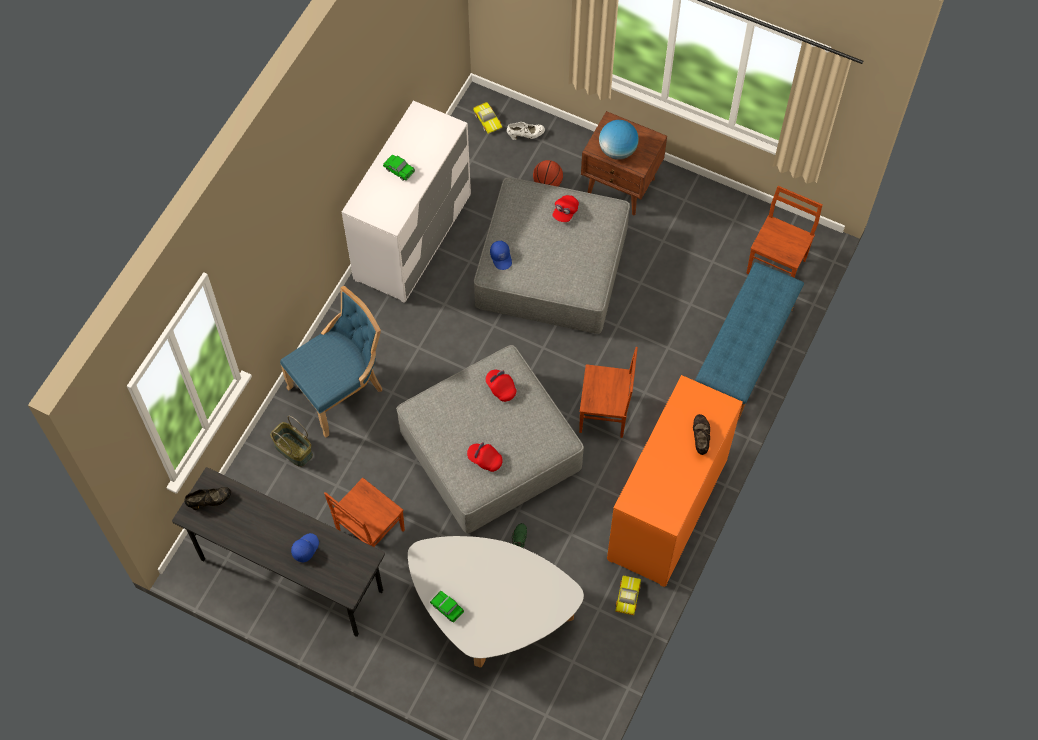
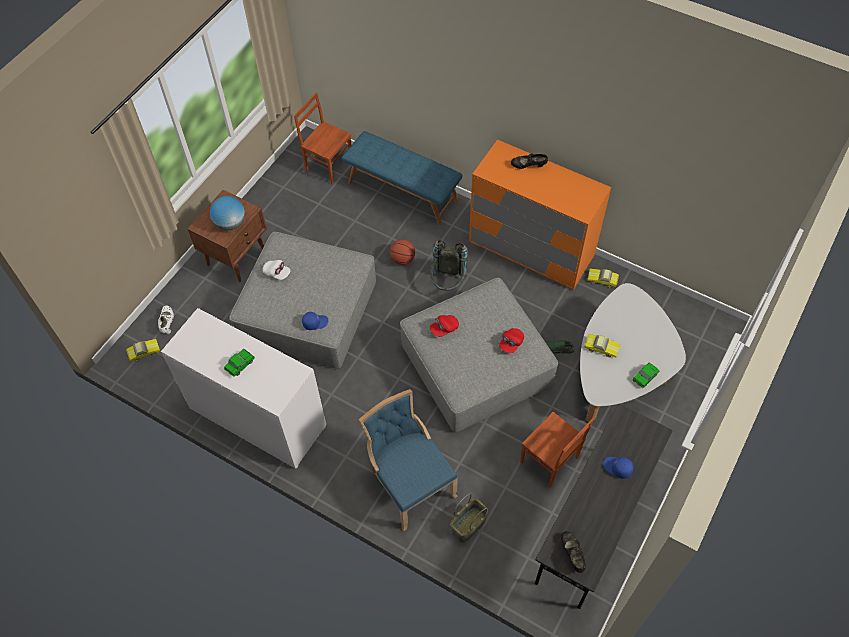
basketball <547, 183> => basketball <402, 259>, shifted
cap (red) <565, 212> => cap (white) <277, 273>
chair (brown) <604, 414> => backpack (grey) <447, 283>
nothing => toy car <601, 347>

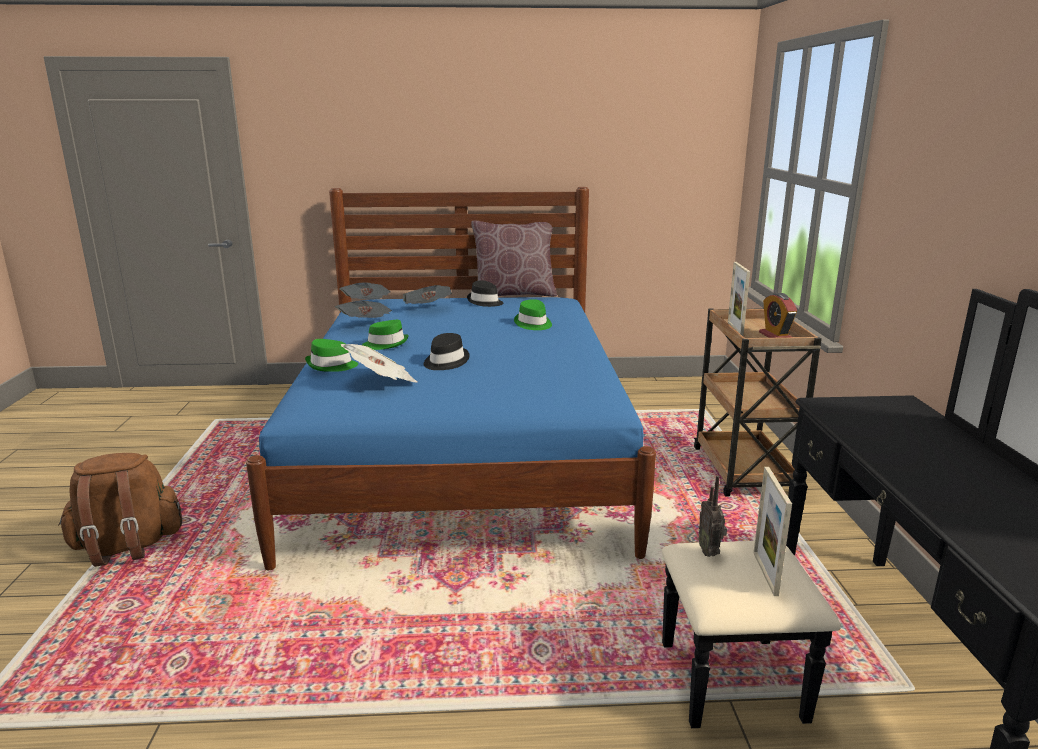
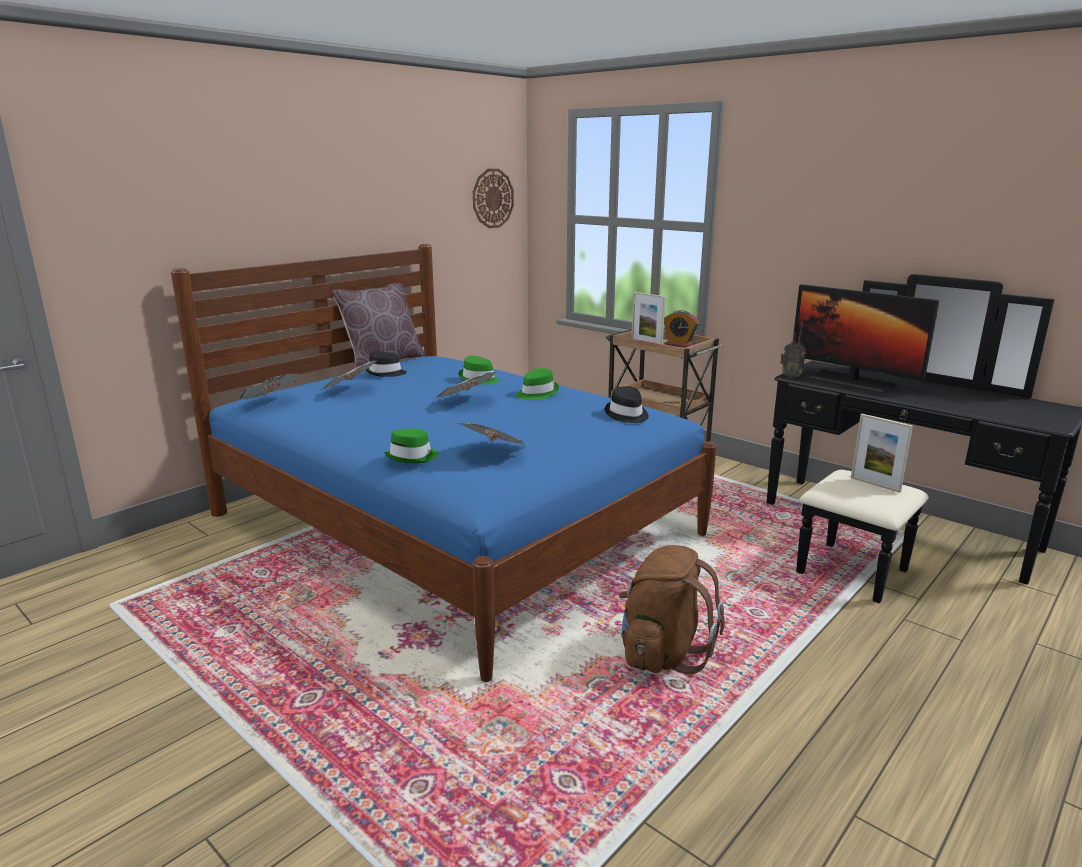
backpack (brown) <127, 547> => backpack (brown) <662, 653>, shifted
newspaper <366, 324> => newspaper <465, 401>, shifted
hat (green) <386, 344> => hat (green) <536, 393>, shifted
hat (black) <445, 362> => hat (black) <626, 414>, shifted
radio <710, 552> => radio <791, 376>, shifted
nothing => wall clock <492, 198>
nothing => monitor <852, 381>

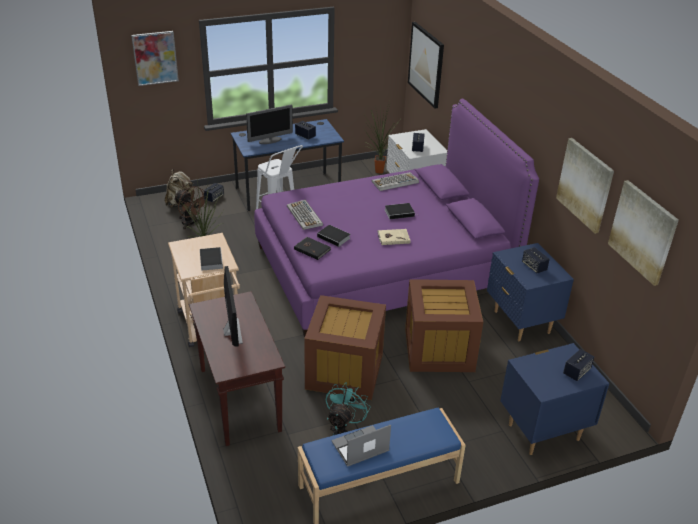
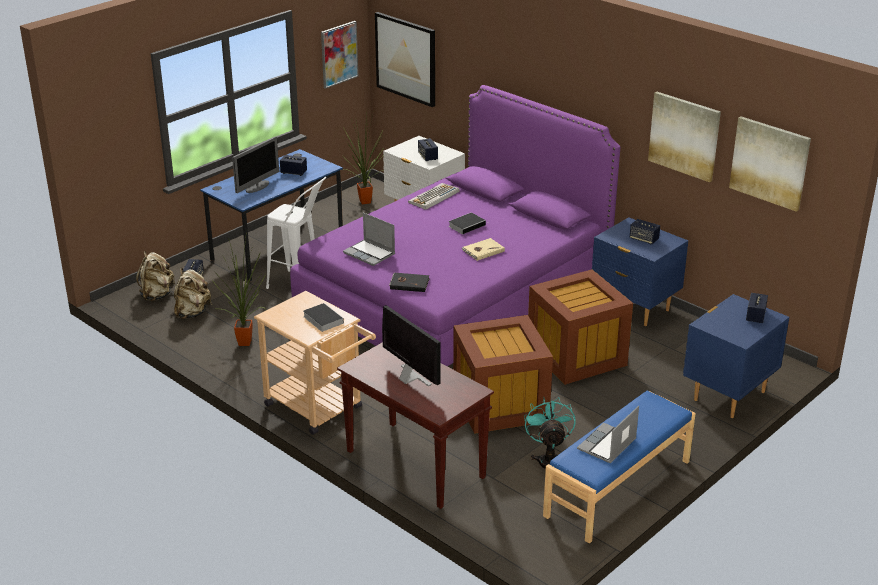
picture <155, 58> => picture <339, 54>, shifted
fan (brown) <191, 224> => backpack (beige) <192, 313>
keyboard <305, 216> => laptop <370, 254>
book <334, 238> => nothing

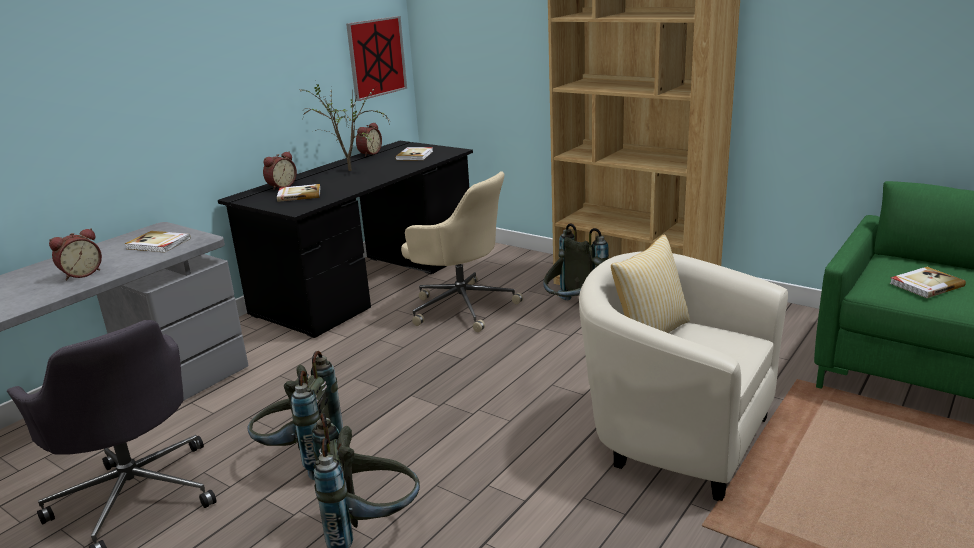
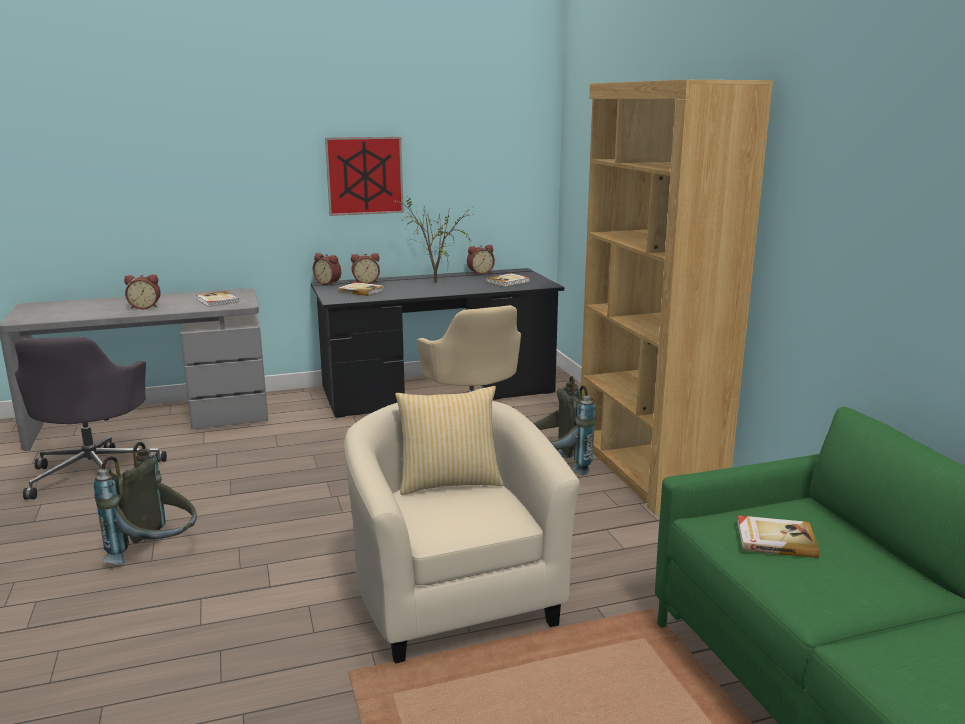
backpack (grey) <300, 460> => nothing
picture <376, 57> => picture <364, 176>, shifted
nothing => alarm clock <328, 283>

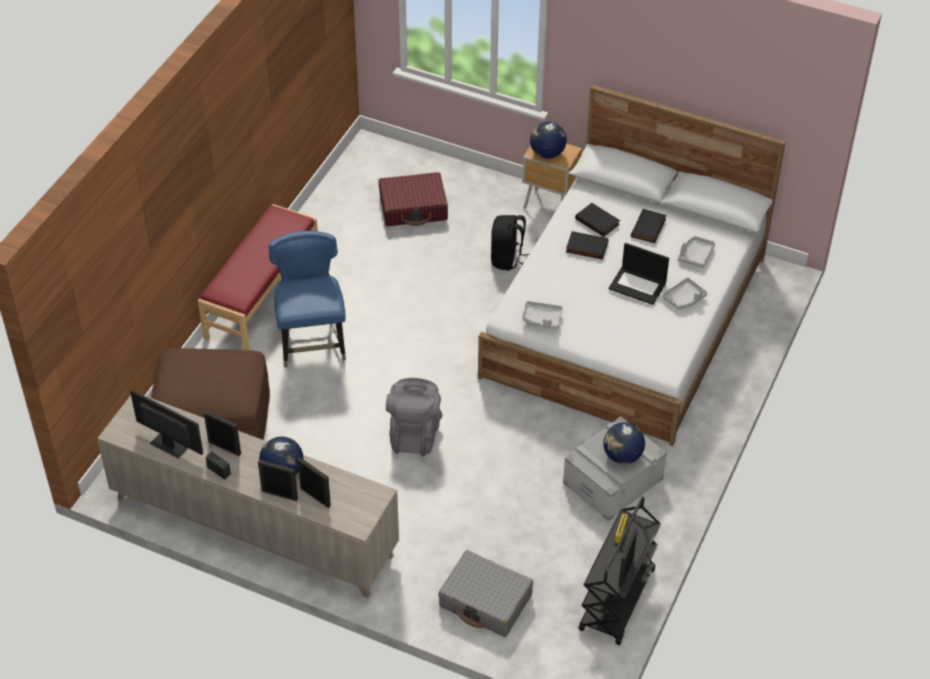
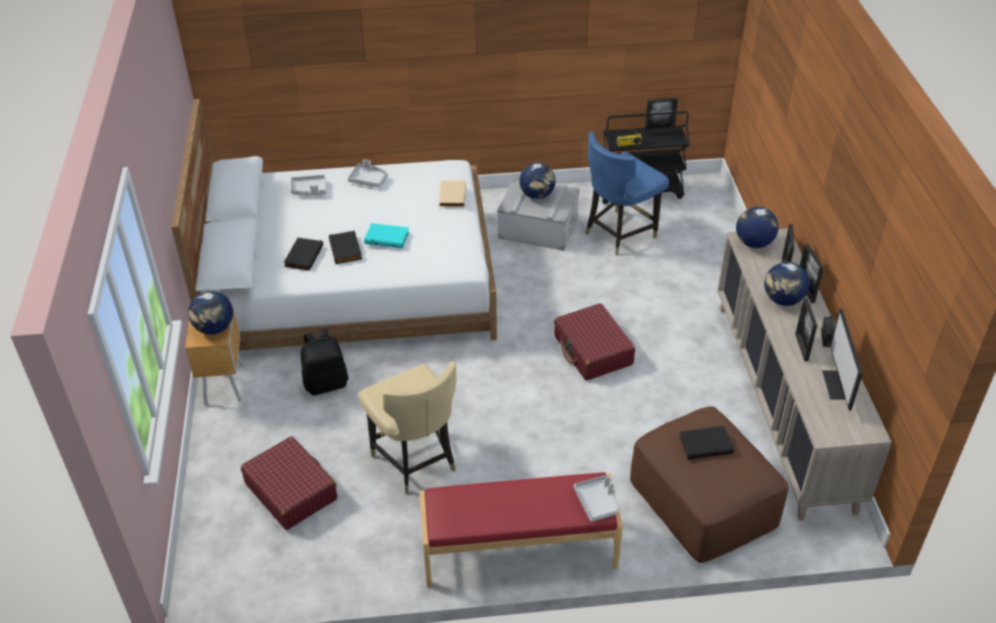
chair (blue) <312, 344> => chair (blue) <619, 233>, shifted
backpack (grey) <414, 434> => suitcase (red) <593, 351>
suitcase (grey) <486, 601> => nothing
tray (grey) <542, 319> => tray (grey) <597, 502>, shifted
laptop <638, 285> => nothing
book (black) <649, 228> => book (black) <705, 444>, shifted
nothing => chair (beige) <415, 460>
nothing => book (turquoise) <387, 237>
nothing => book (beige) <451, 196>
nothing => globe <753, 243>

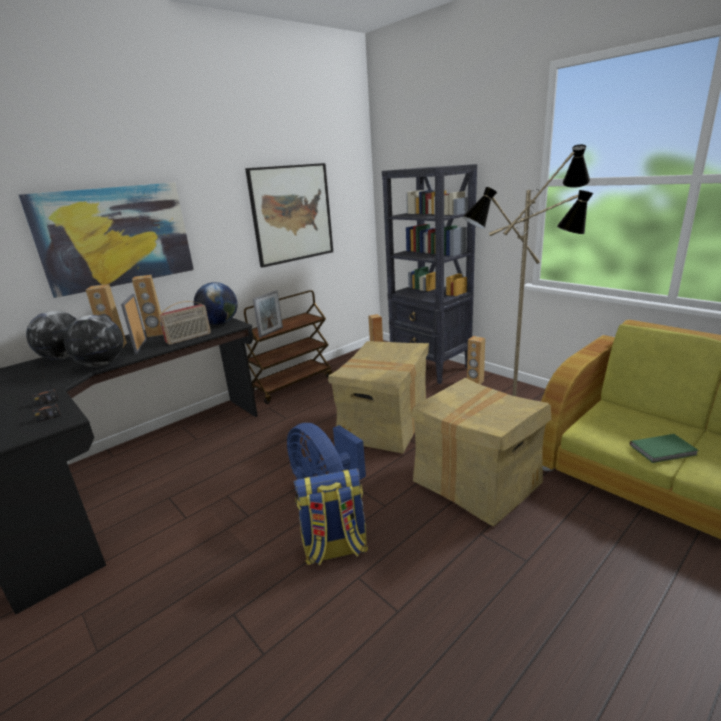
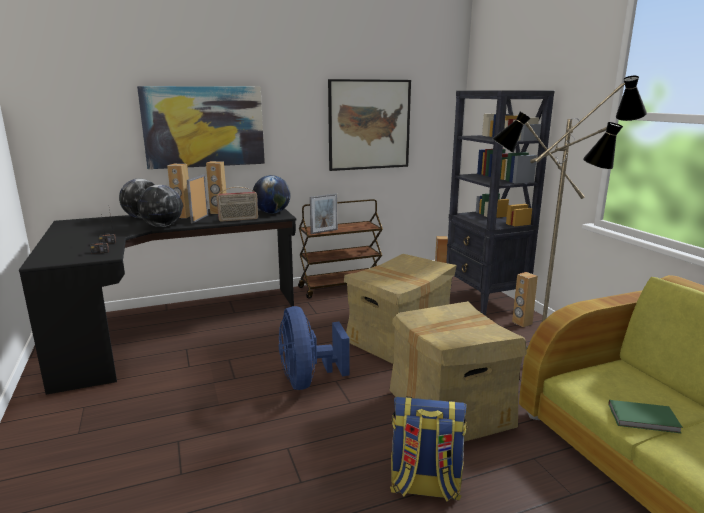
backpack <335, 549> => backpack <424, 486>, shifted

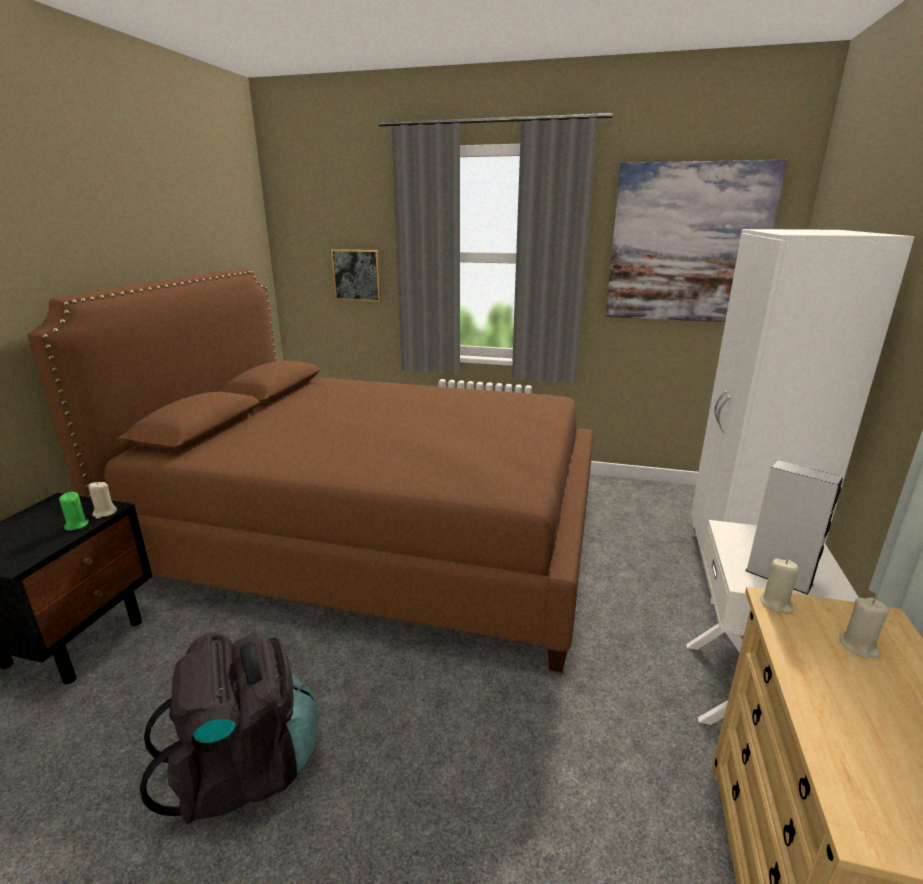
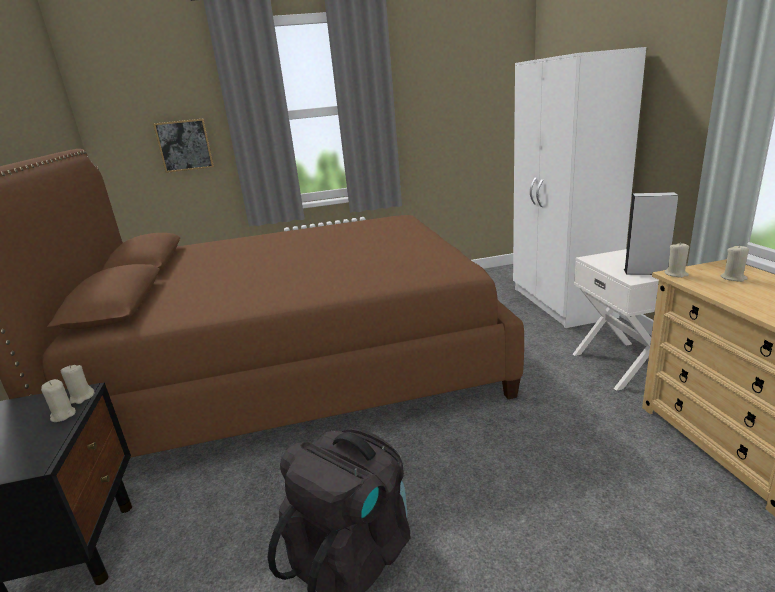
candle (green) <76, 525> => candle (beige) <63, 415>
picture <688, 244> => nothing

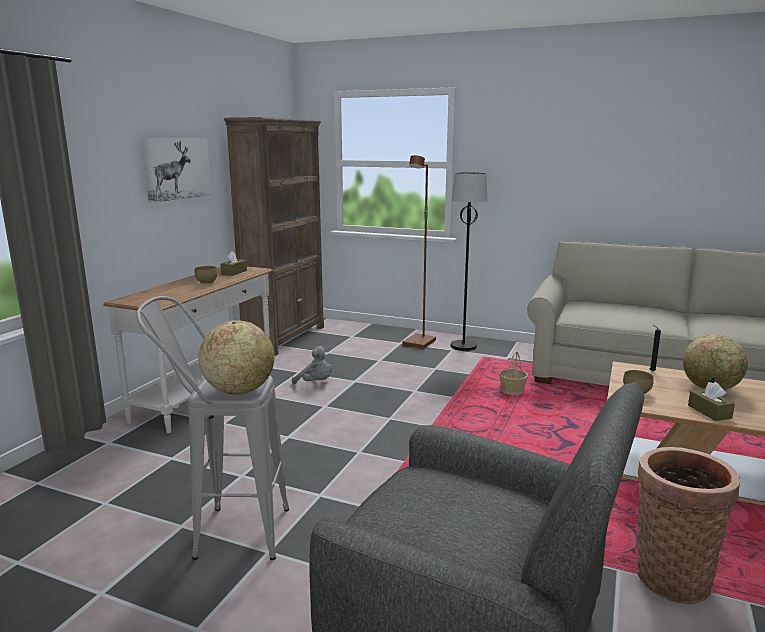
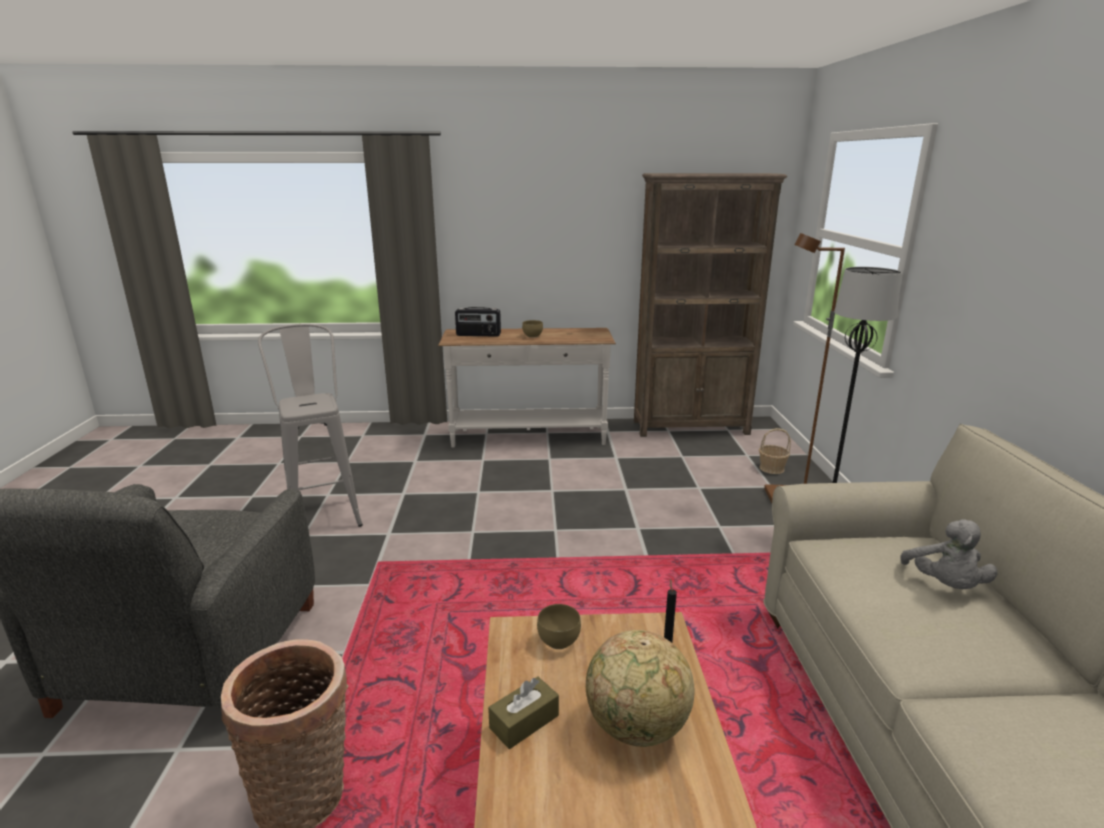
picture <176, 168> => nothing
globe <239, 391> => nothing
tissue box (brown) <234, 272> => nothing
plush toy (grey) <315, 383> => plush toy (grey) <944, 585>, shifted
basket <512, 391> => basket <771, 468>, shifted
nothing => radio <478, 335>

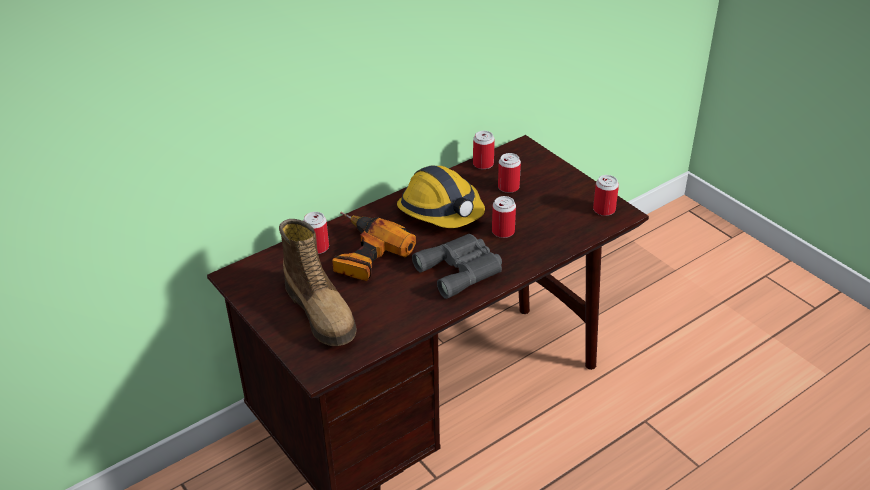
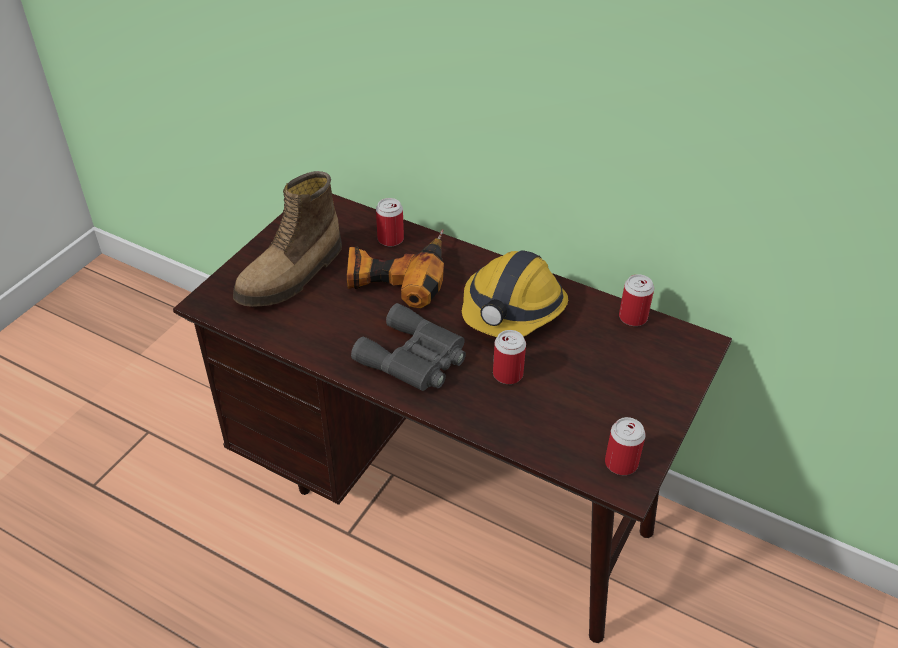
can <508, 187> => nothing

